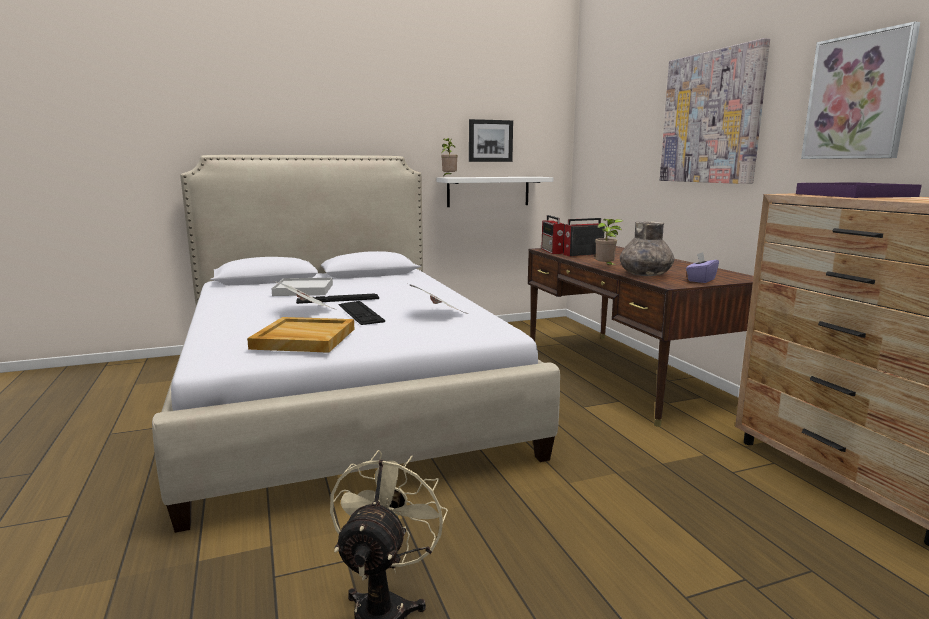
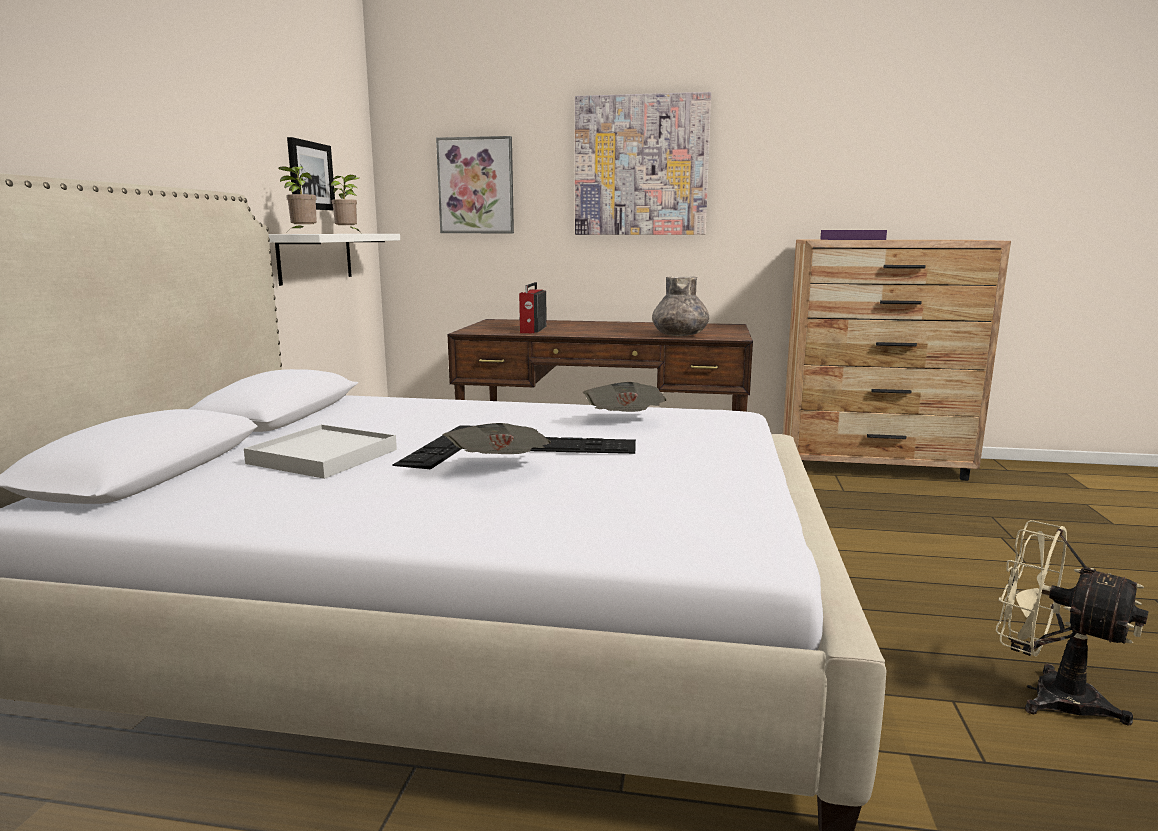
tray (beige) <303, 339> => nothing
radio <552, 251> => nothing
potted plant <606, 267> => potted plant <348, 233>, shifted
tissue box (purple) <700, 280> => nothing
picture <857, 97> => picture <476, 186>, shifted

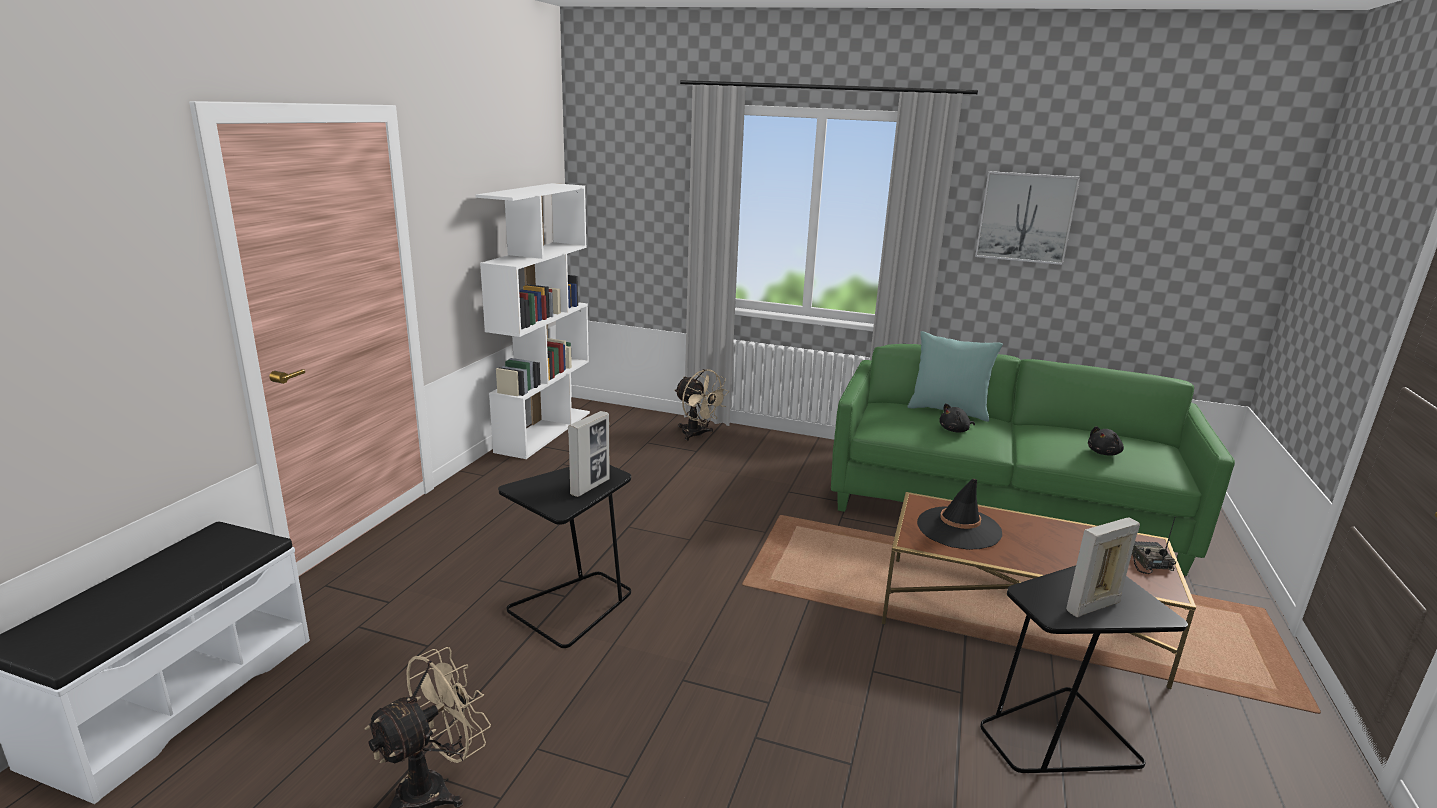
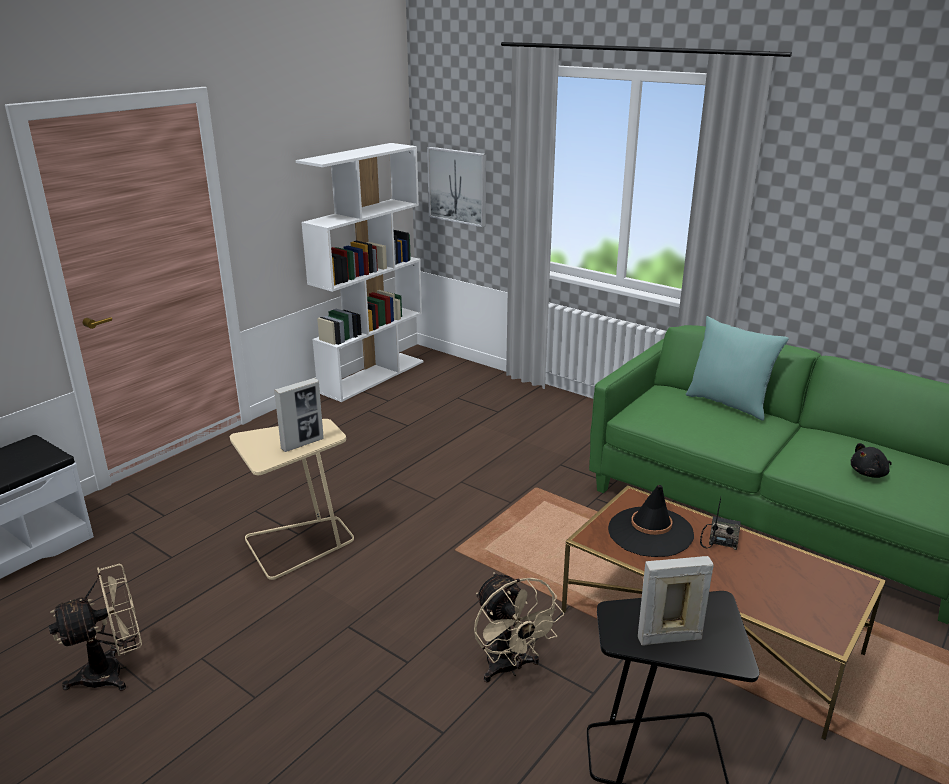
side table (black) <573, 606> => side table (beige) <299, 544>
fan (beige) <697, 435> => fan (beige) <509, 668>, shifted
plush toy (black) <955, 430> => nothing
picture <1025, 217> => picture <457, 186>, shifted
radio <1147, 562> => radio <720, 538>, shifted

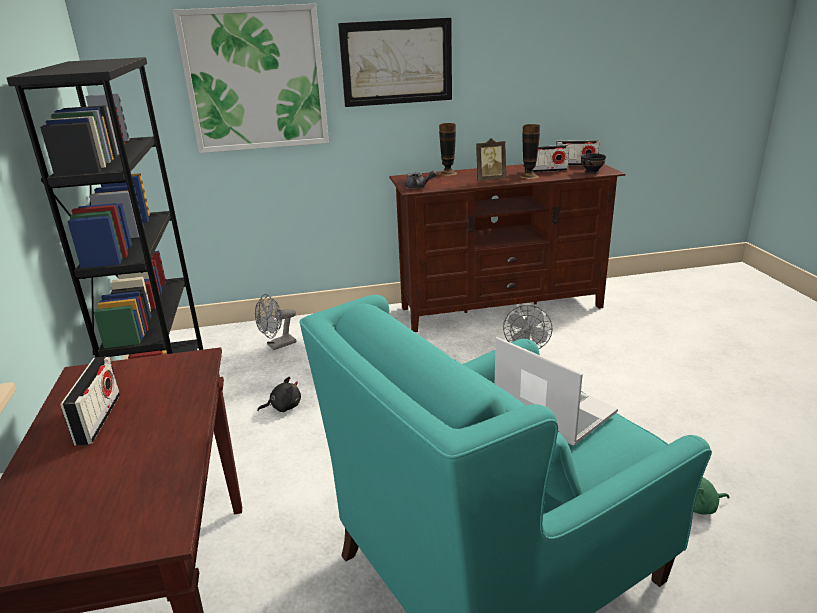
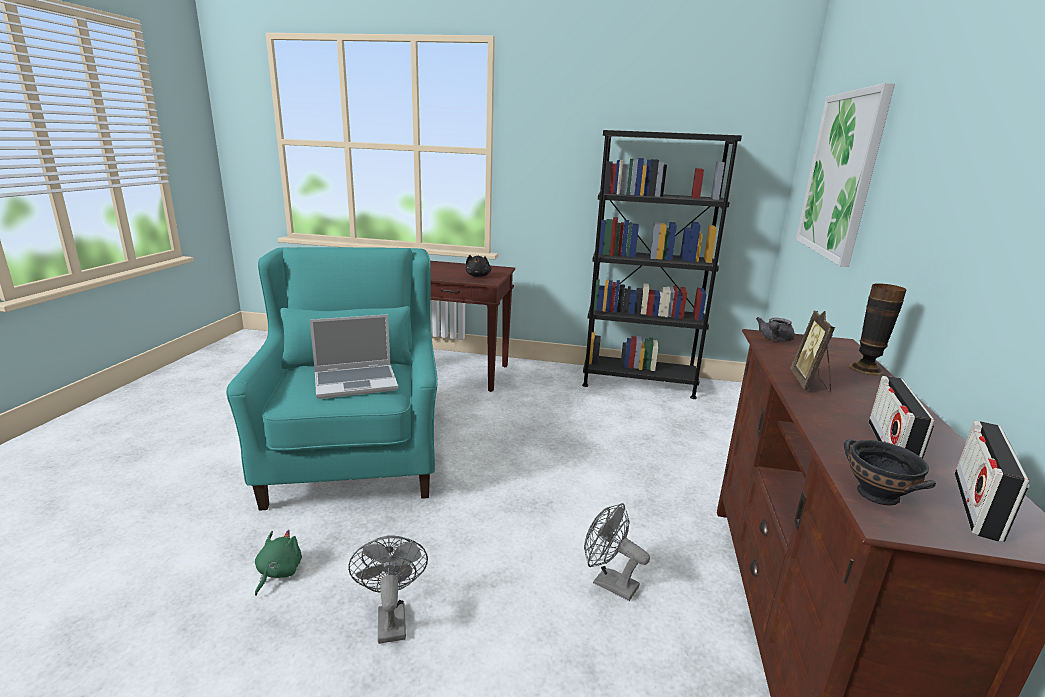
radio <98, 419> => nothing
fan (grey) <277, 345> => fan (grey) <390, 618>, shifted
plush toy (black) <283, 407> => plush toy (black) <478, 276>, shifted
picture <396, 62> => nothing
vase <529, 176> => nothing

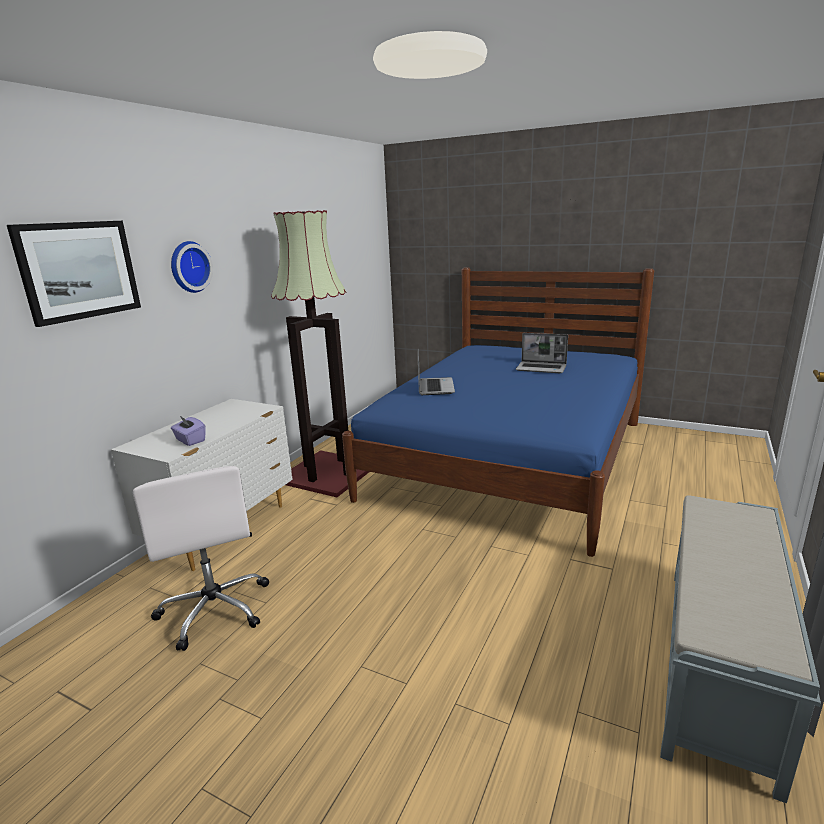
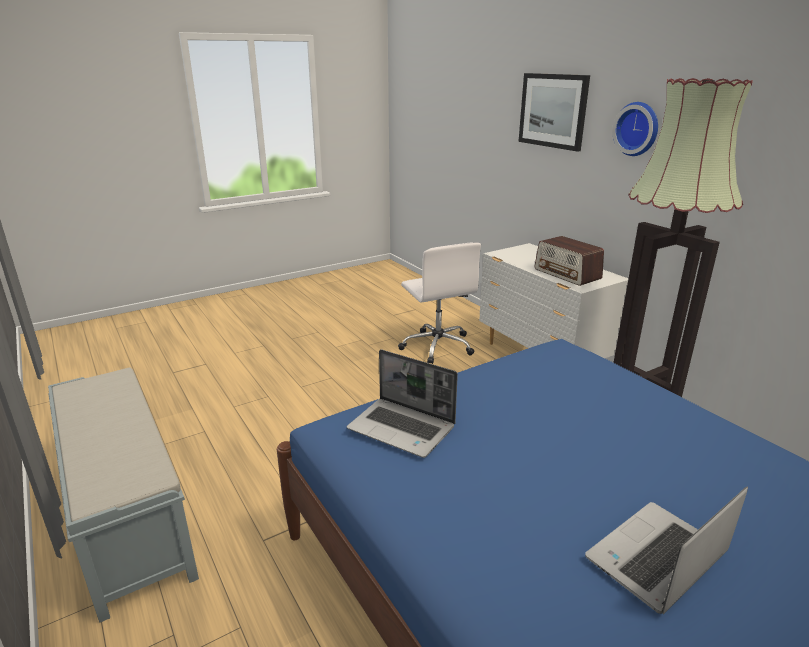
office chair (white) <215, 609> => office chair (white) <437, 346>, 120 degrees counterclockwise
tissue box (purple) <190, 440> => nothing
laptop <435, 387> => laptop <403, 428>, shifted
nothing => radio <567, 274>

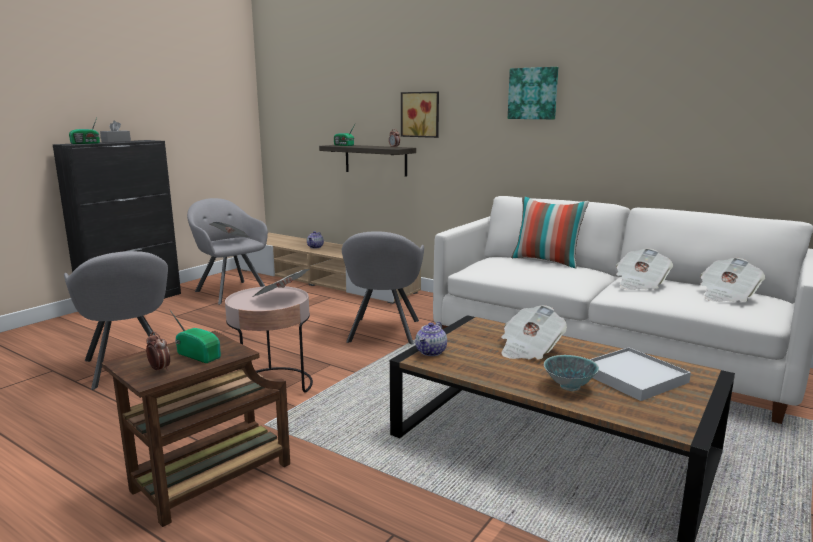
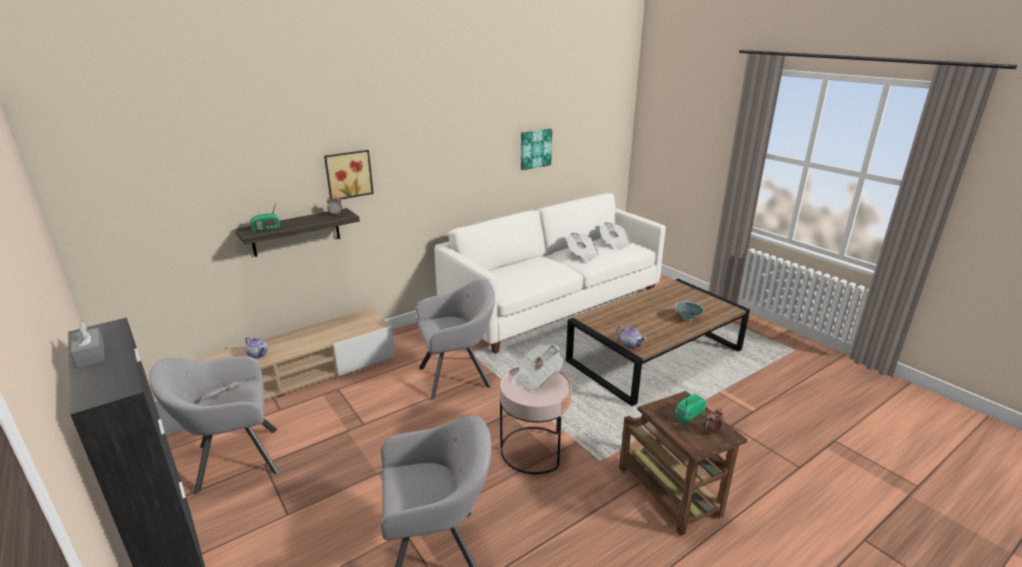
radio <86, 143> => nothing
armchair (grey) <383, 332> => armchair (grey) <458, 376>, 45 degrees counterclockwise
newspaper <529, 349> => nothing
picture <533, 93> => picture <535, 148>, shifted
pillow <546, 261> => nothing
tray (white) <633, 377> => nothing

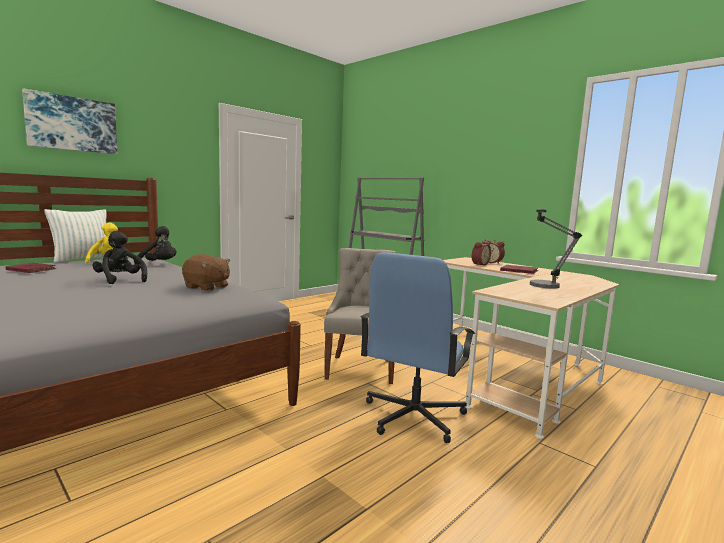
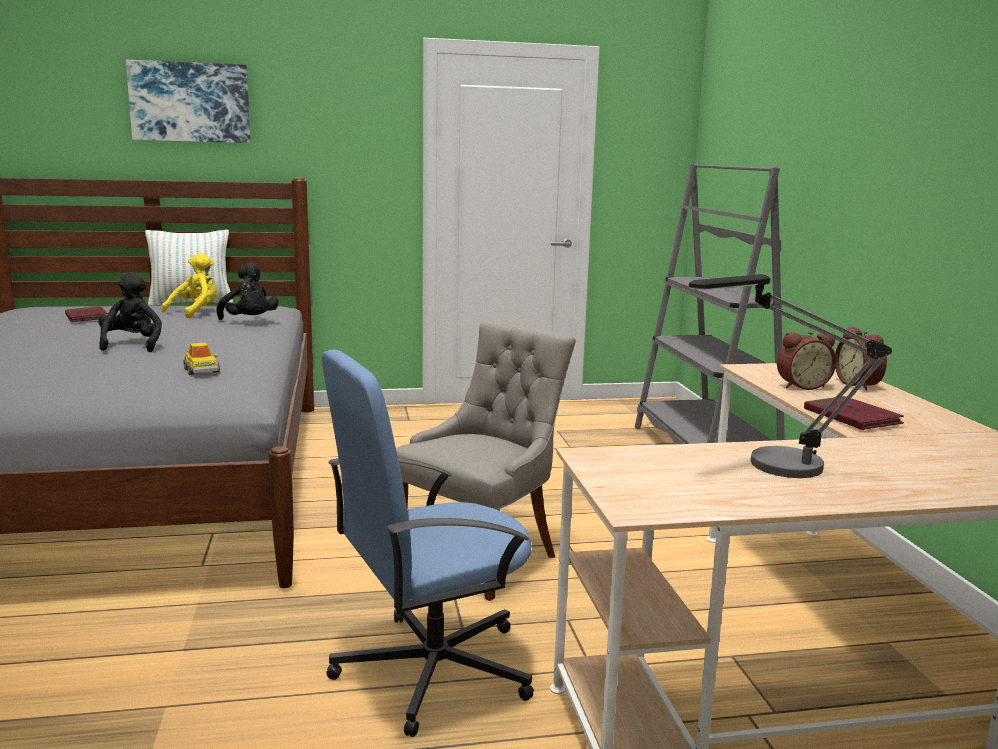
plush toy (brown) <207, 287> => toy car <202, 371>

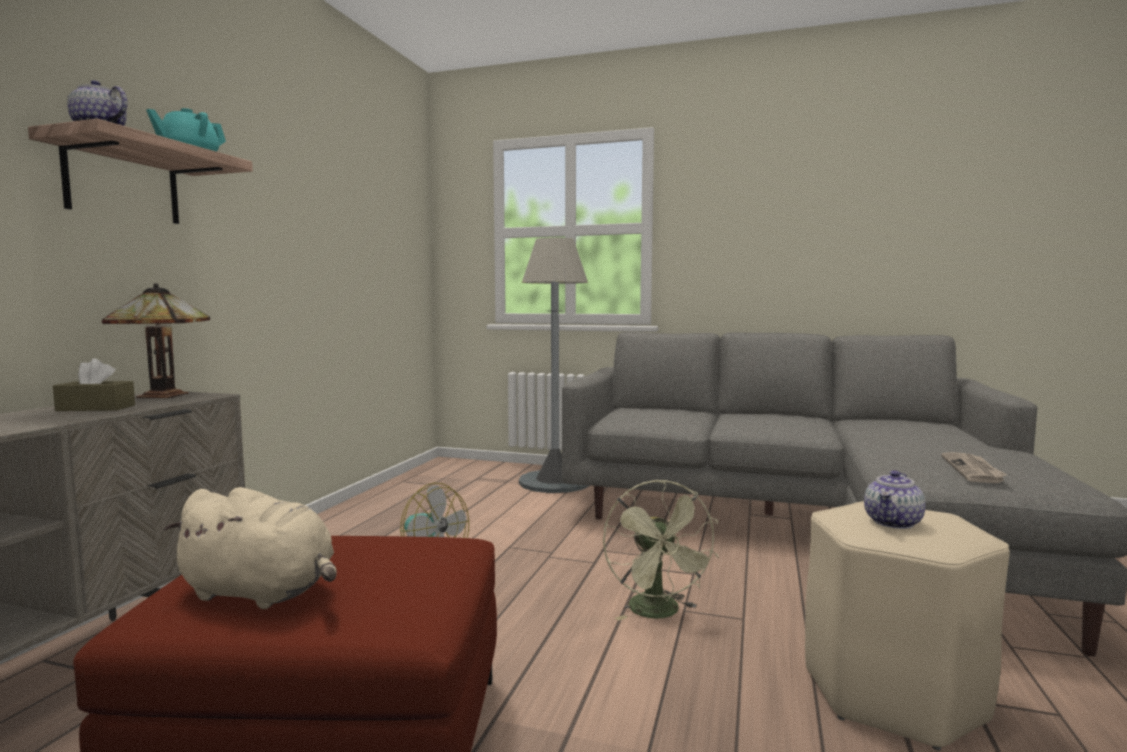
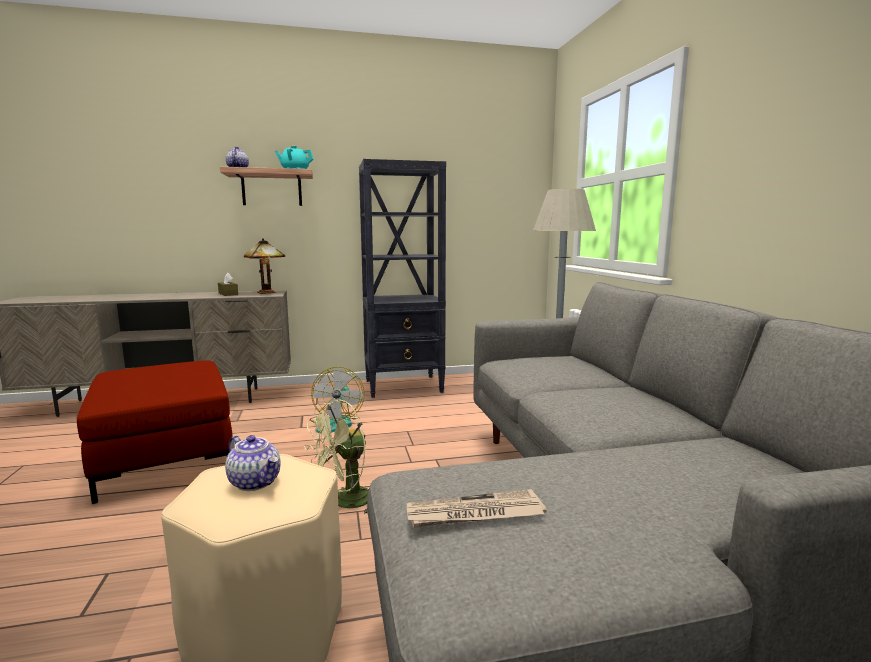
plush toy (beige) <262, 593> => nothing
teapot <893, 523> => teapot <256, 482>, 150 degrees counterclockwise
nothing => bookcase (black) <404, 386>

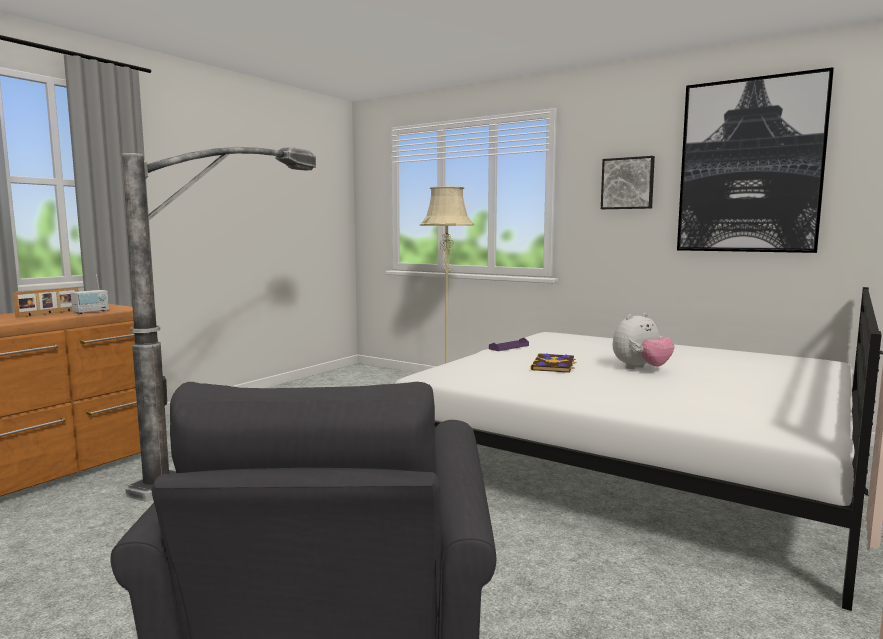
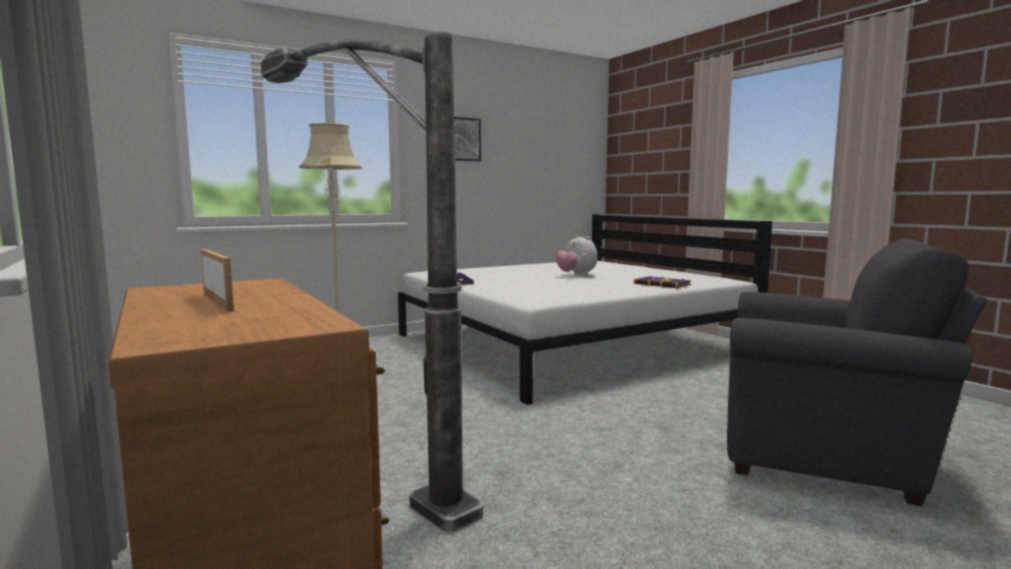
radio <91, 312> => nothing
book <554, 365> => book <662, 284>, shifted
plush toy <640, 369> => plush toy <576, 275>, 150 degrees clockwise
picture <749, 166> => nothing

